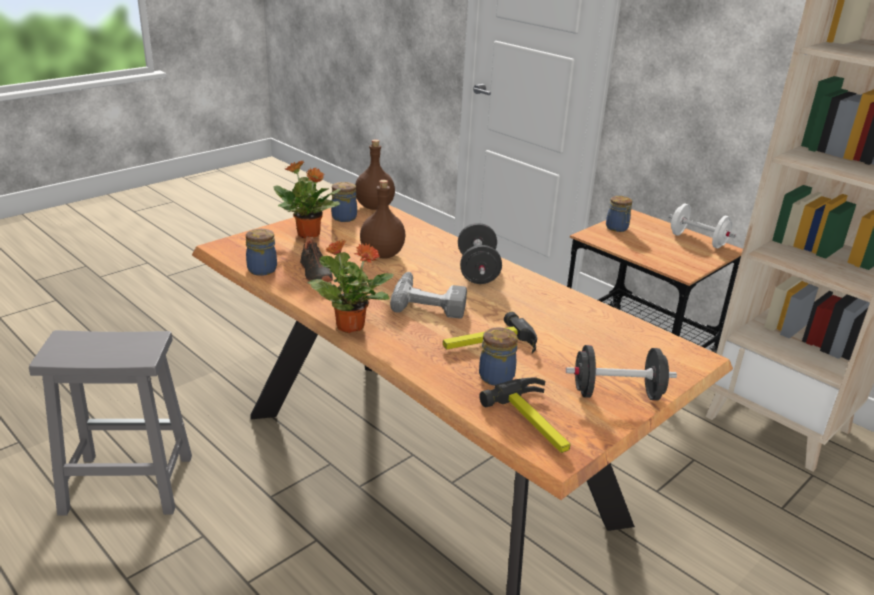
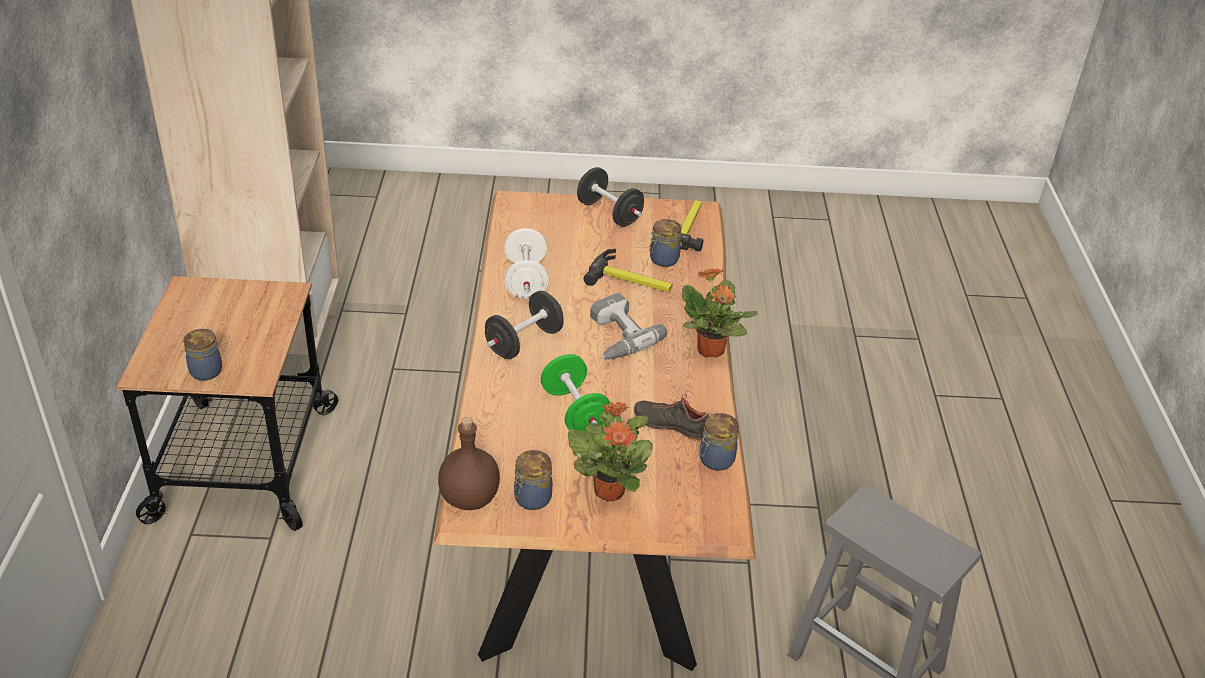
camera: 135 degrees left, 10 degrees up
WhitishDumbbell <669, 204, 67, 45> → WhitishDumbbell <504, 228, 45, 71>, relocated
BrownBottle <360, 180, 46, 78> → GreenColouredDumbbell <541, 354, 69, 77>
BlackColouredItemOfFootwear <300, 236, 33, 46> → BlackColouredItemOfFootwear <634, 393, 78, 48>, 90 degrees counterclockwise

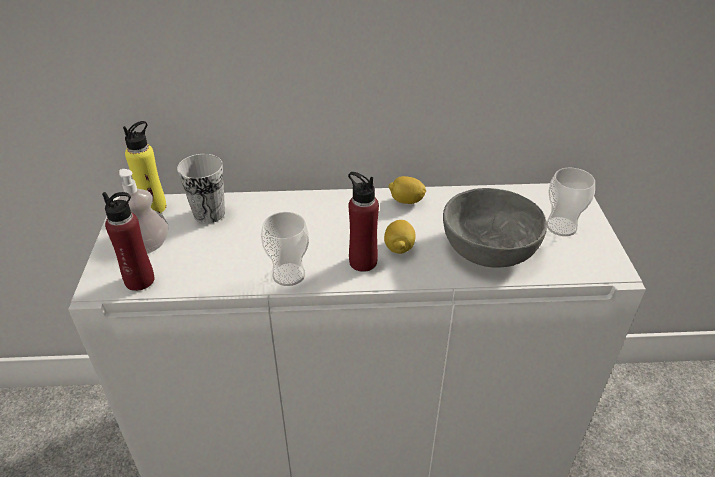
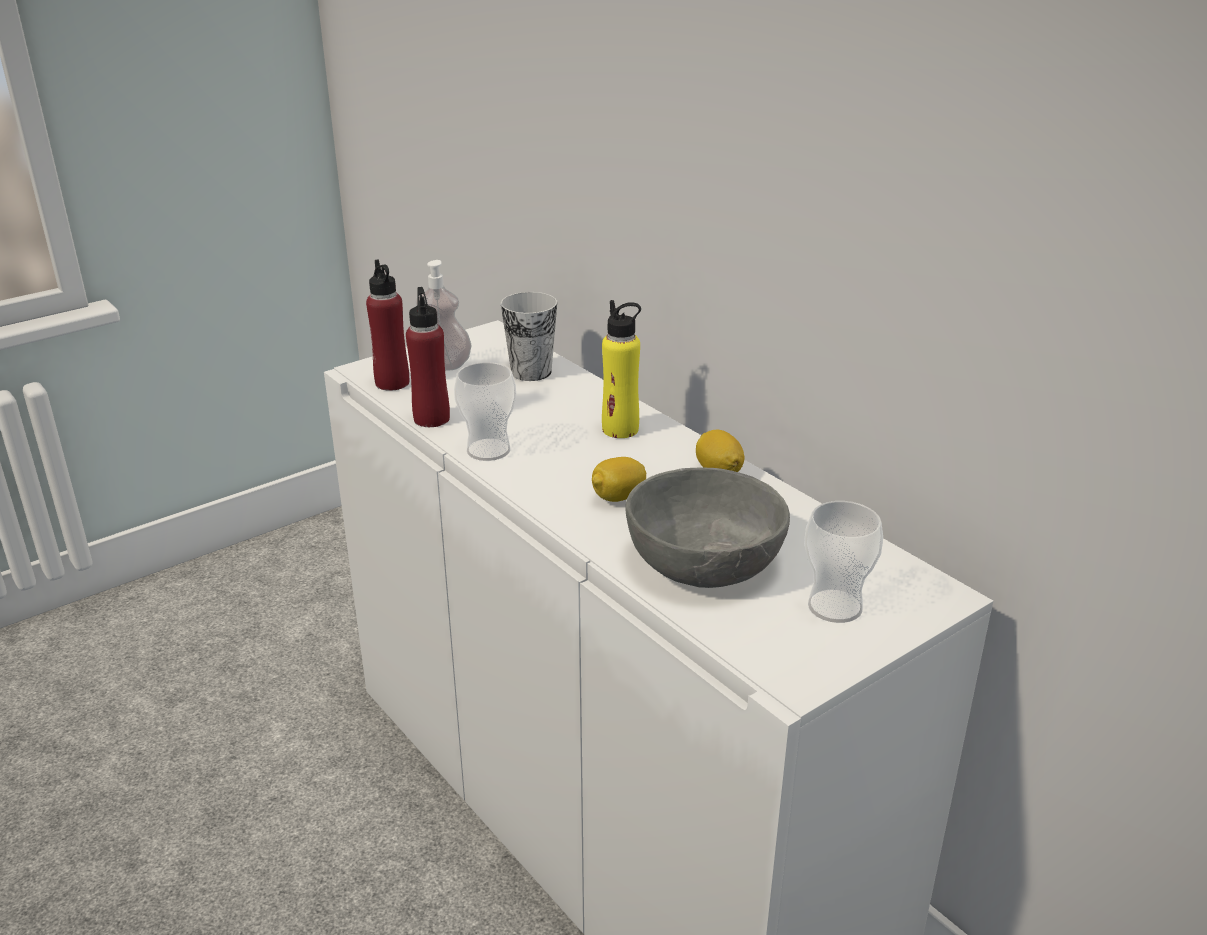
camera: 55 degrees right, 10 degrees down
RedColouredBottle <348, 172, 31, 100> → RedColouredBottle <406, 287, 44, 140>, relocated
YellowishBottle <123, 121, 43, 92> → YellowishBottle <602, 300, 39, 138>, relocated

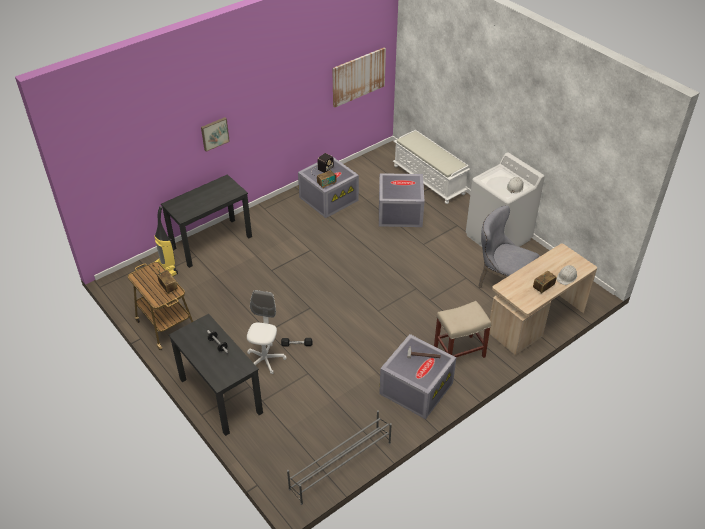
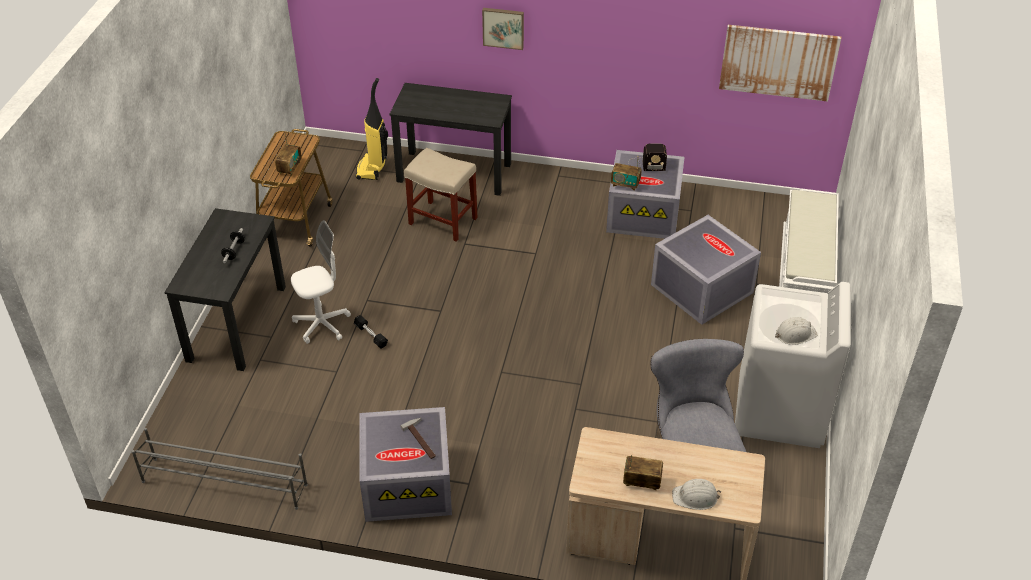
camera: 50 degrees right, 0 degrees up
BeigeColouredStoolSeat <434, 301, 57, 57> → BeigeColouredStoolSeat <404, 148, 74, 94>, relocated

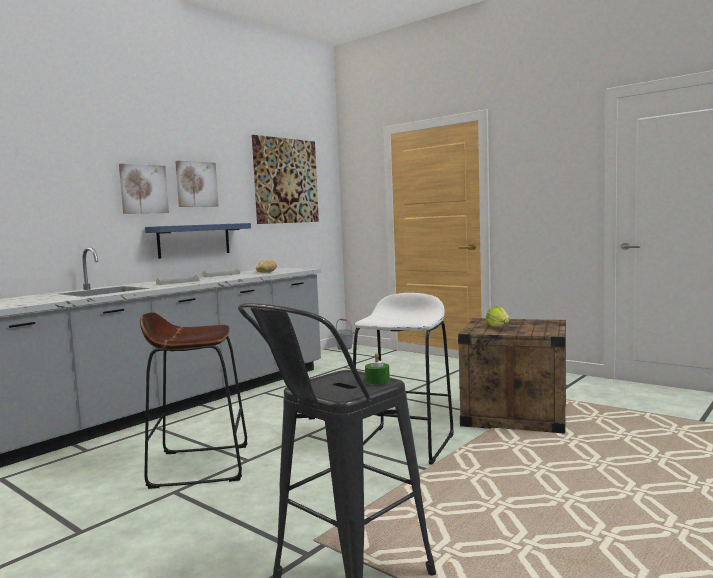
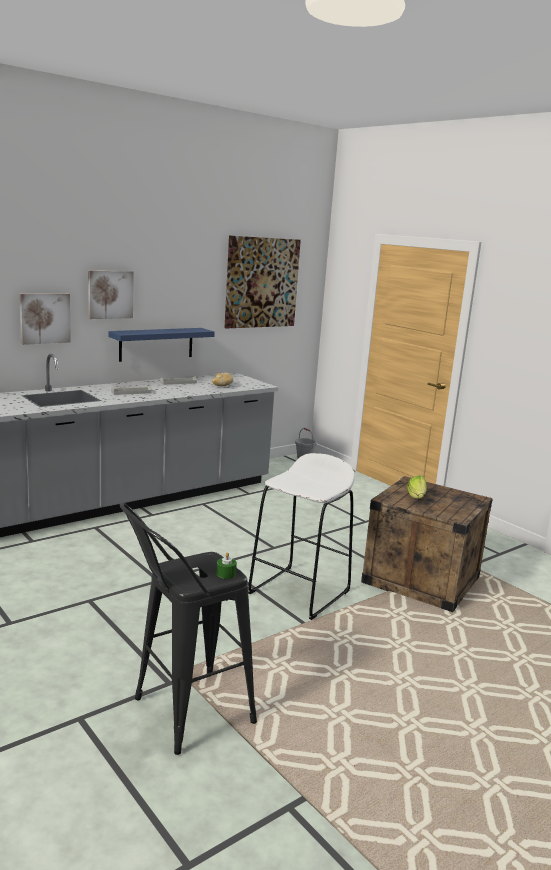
camera: 10 degrees right, 10 degrees up
WallPicture <175, 161, 43, 46> → WallPicture <19, 293, 52, 52>, relocated
BrownStoolSeat <140, 312, 108, 177> → -

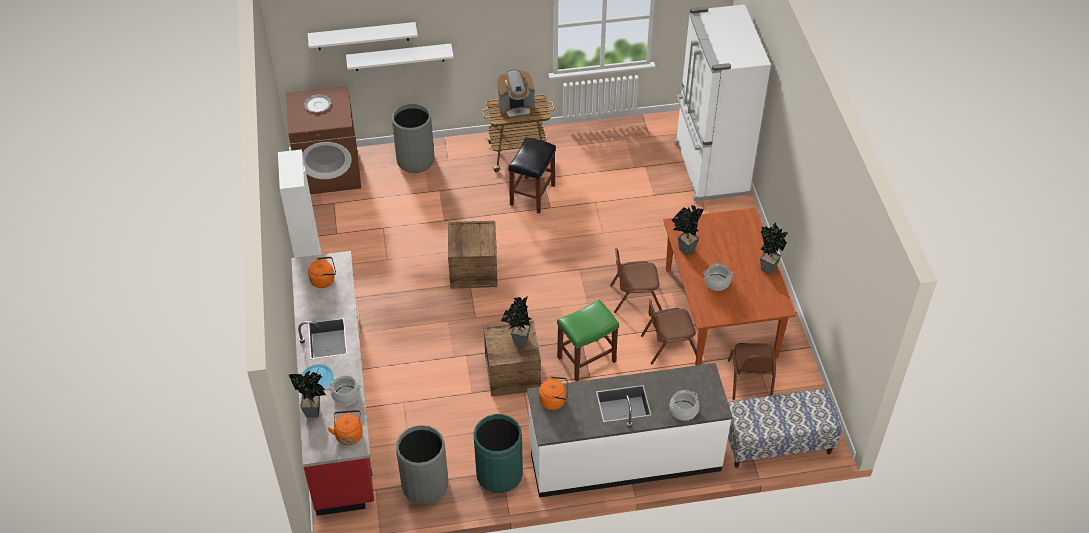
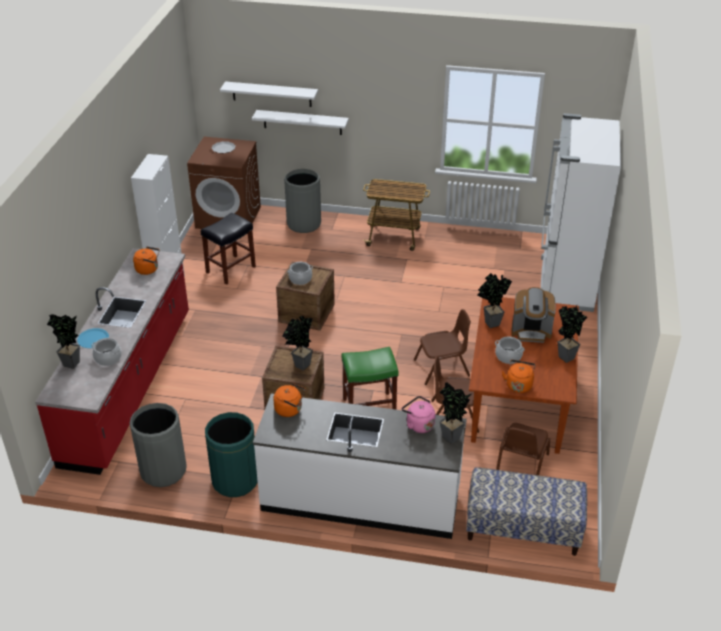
camera: 20 degrees right, 10 degrees down
BlackColouredStoolSeat <508, 137, 48, 77> → BlackColouredStoolSeat <201, 213, 55, 72>, relocated
Saucepot <670, 390, 29, 31> → Saucepot <287, 262, 26, 23>, relocated
- → PinkishKettle <402, 396, 33, 37>
BrownChair <610, 248, 52, 65> → BrownChair <414, 309, 57, 76>, 150 degrees clockwise
- → PottedPlant <439, 382, 33, 62>
OrangeKettle <327, 410, 36, 35> → OrangeKettle <502, 360, 34, 33>, relocated
CoffeeMaker <497, 70, 38, 50> → CoffeeMaker <512, 287, 44, 56>, relocated

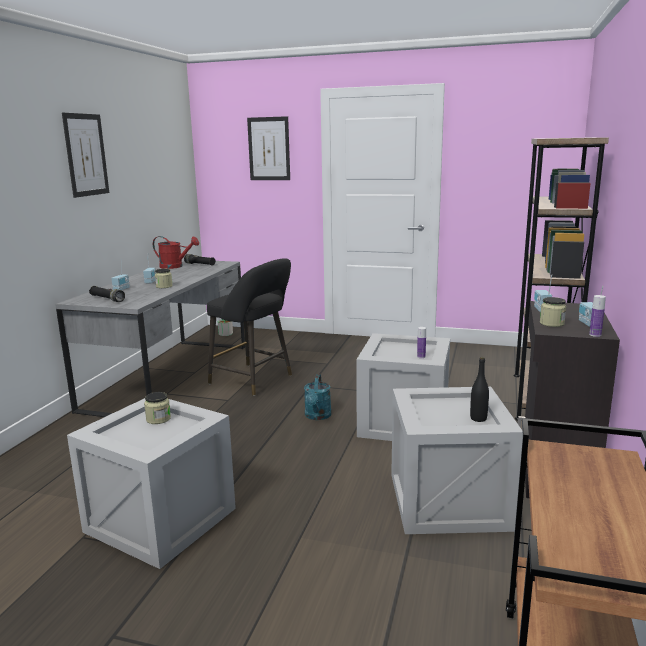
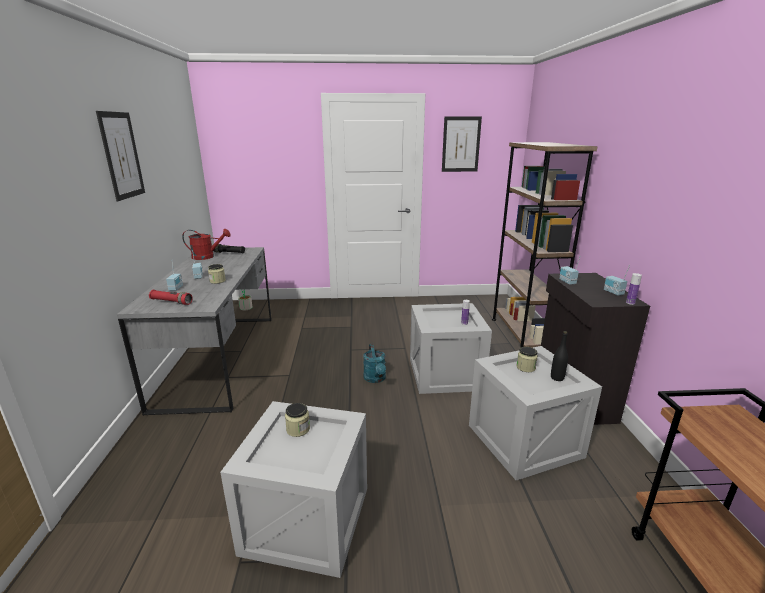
camera: 20 degrees left, 5 degrees up
BlackColouredTorch <89, 286, 36, 16> → RedColouredTorch <149, 290, 44, 15>
WallPicture <247, 116, 43, 64> → WallPicture <442, 116, 40, 56>, relocated
Jar <540, 297, 26, 30> → Jar <516, 347, 22, 25>, relocated
BlackColouredStoolSeat <207, 258, 85, 138> → -

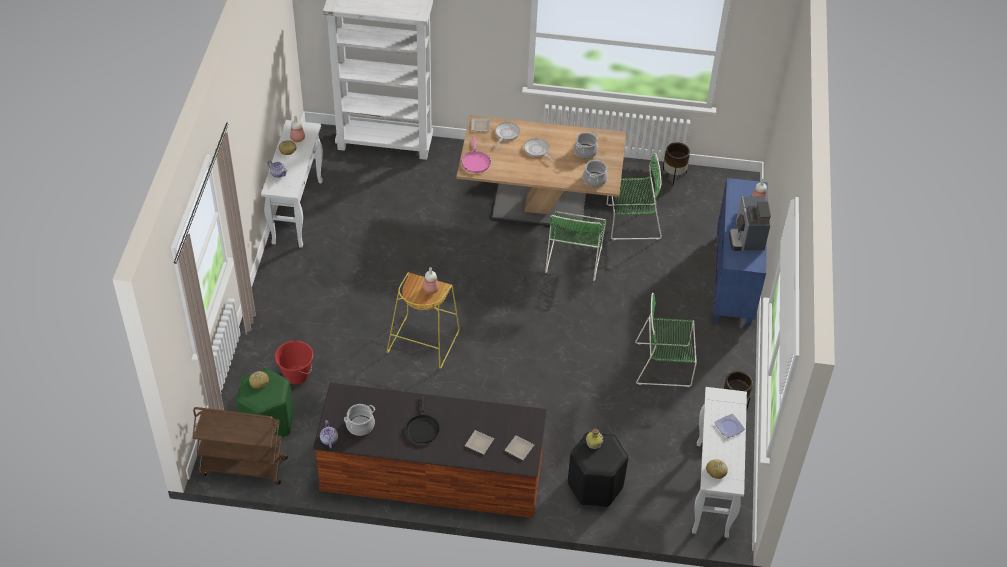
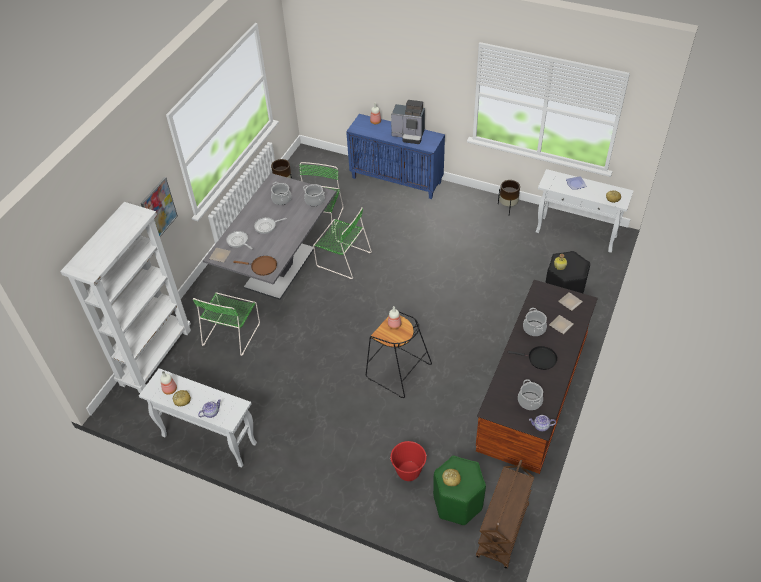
camera: 70 degrees left, 0 degrees up
- → WallPicture <141, 177, 37, 60>
GreenColouredChair <635, 293, 62, 94> → GreenColouredChair <193, 292, 67, 64>, relocated
BrownDiningTable <456, 115, 170, 114> → GreyishDiningTable <203, 173, 133, 127>
PinkishFryingPan <462, 137, 29, 36> → BrownFryingPan <233, 256, 44, 20>
YellowishStoolSeat <387, 272, 73, 97> → BlackColouredStoolSeat <366, 311, 66, 87>
- → Saucepot <523, 308, 24, 28>

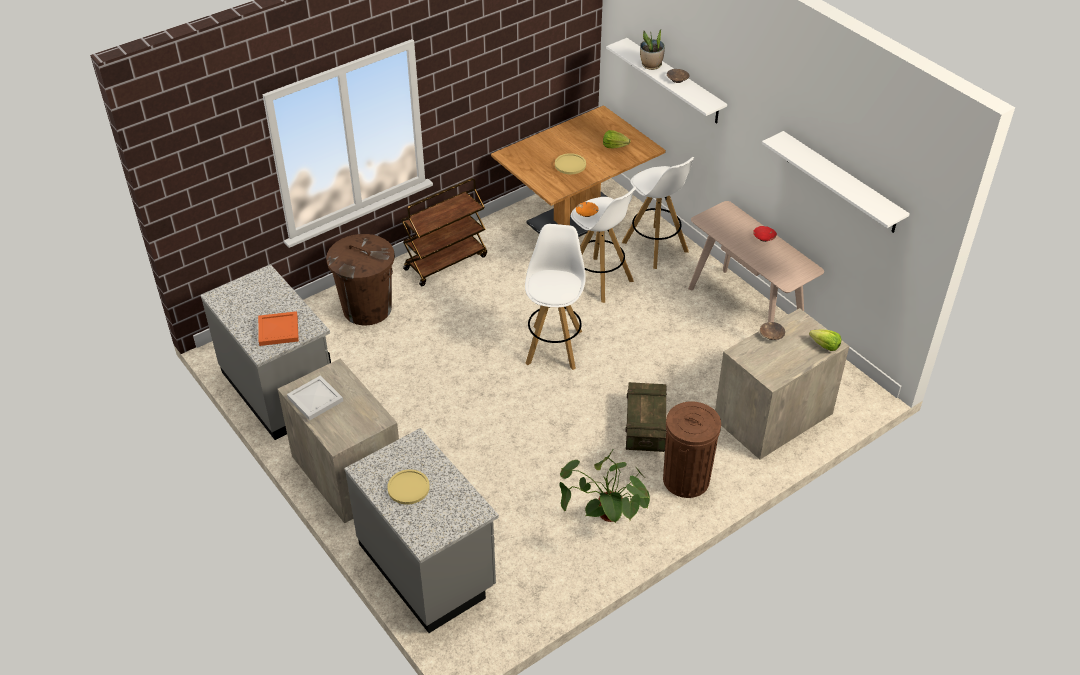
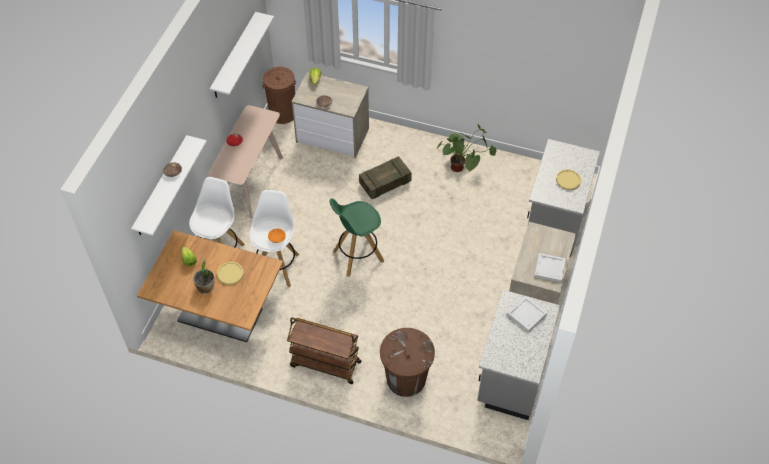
camera: 125 degrees left, 10 degrees up
PottedPlant <640, 29, 25, 41> → PottedPlant <193, 260, 21, 34>, relocated
BrownWasteBin <663, 401, 58, 97> → BrownWasteBin <263, 67, 33, 57>, relocated
WhitishStoolSeat <525, 224, 61, 146> → GreenColouredStoolSeat <330, 199, 54, 78>
OrangeCarryingTray <258, 311, 41, 35> → WhitishCarryingTray <507, 296, 40, 36>

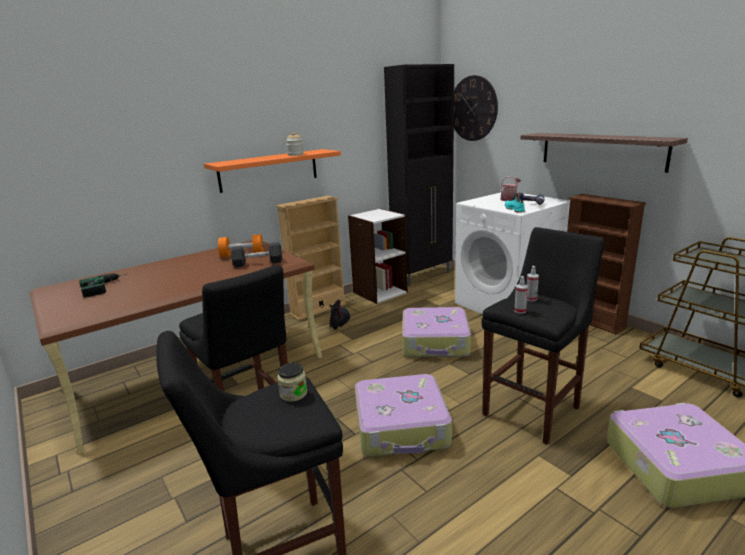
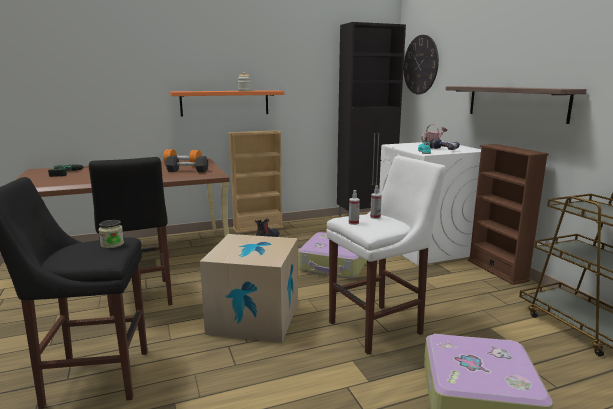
camera: 15 degrees right, 5 degrees down
TravelCase <355, 374, 97, 83> → CardboardBox <200, 234, 98, 109>
BlackColouredStoolSeat <481, 227, 123, 218> → WhitishStoolSeat <326, 156, 120, 199>
WhitishBookcase <348, 208, 60, 96> → -

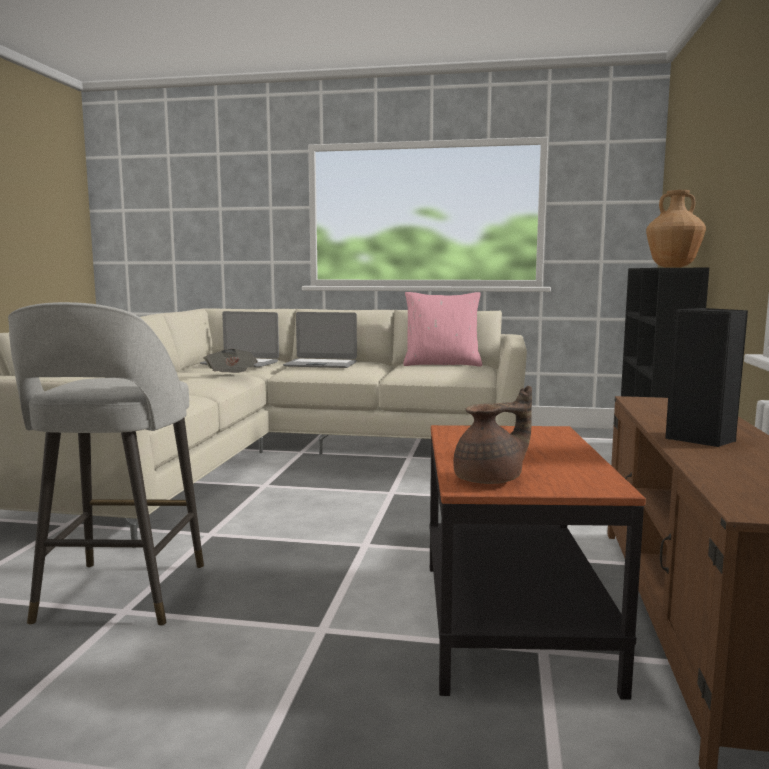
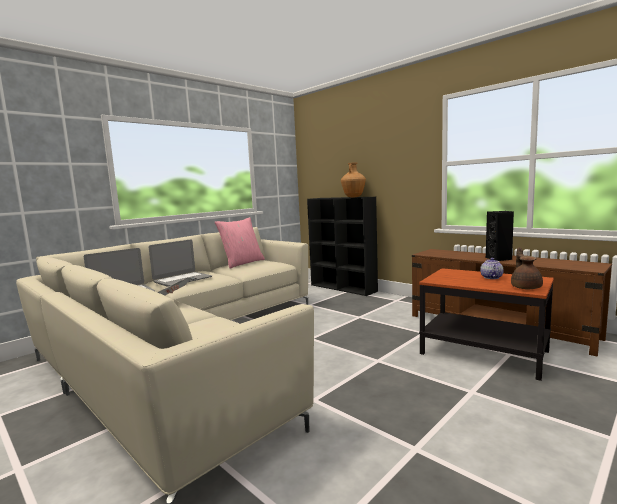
camera: 55 degrees left, 0 degrees up
- → PotForTea <480, 258, 24, 21>
GreyishStoolSeat <8, 302, 196, 324> → -

